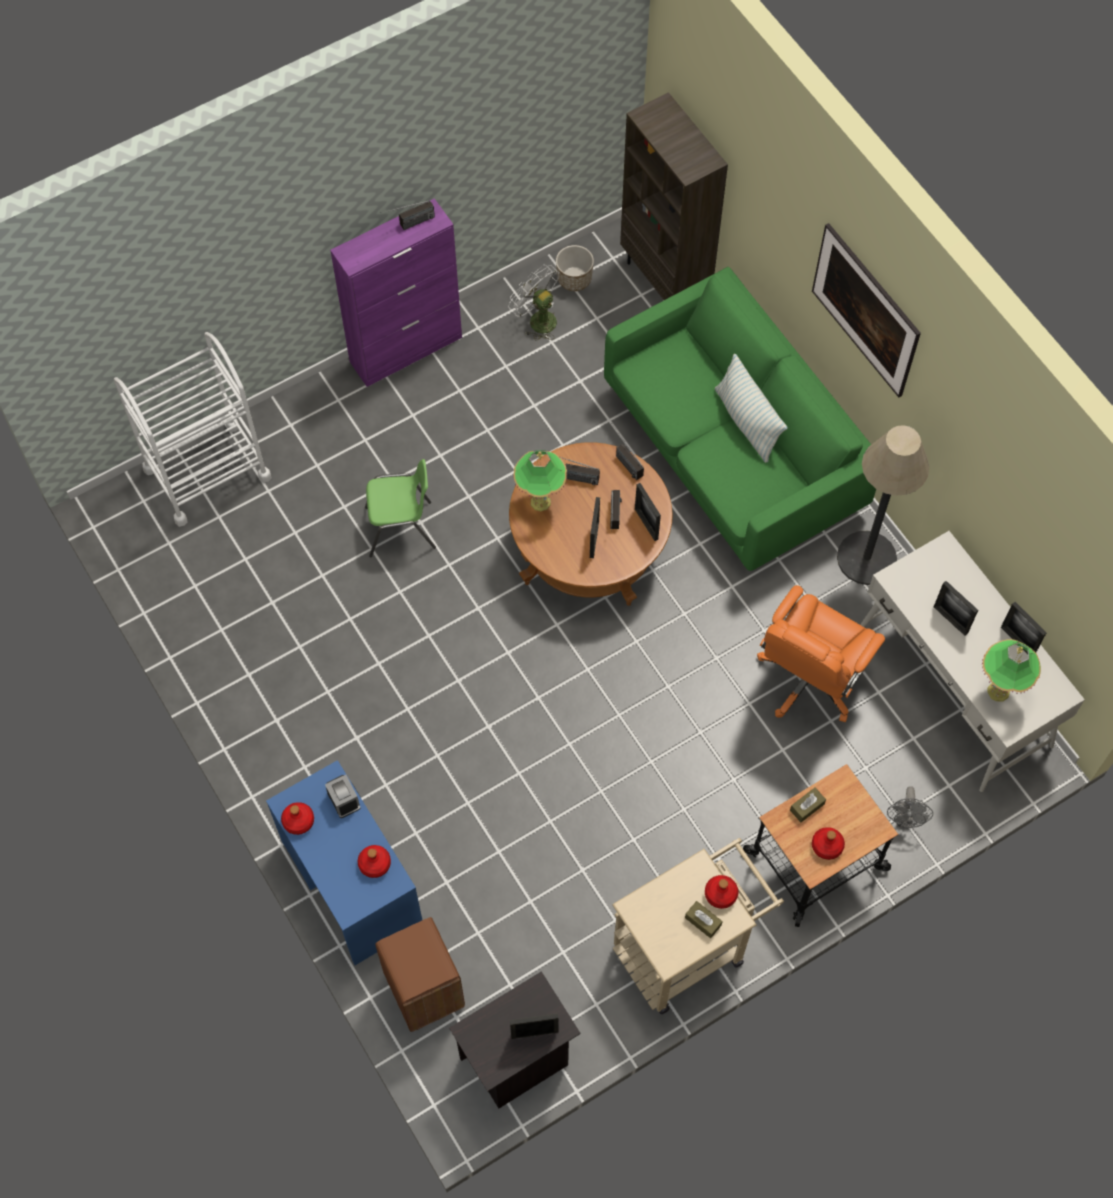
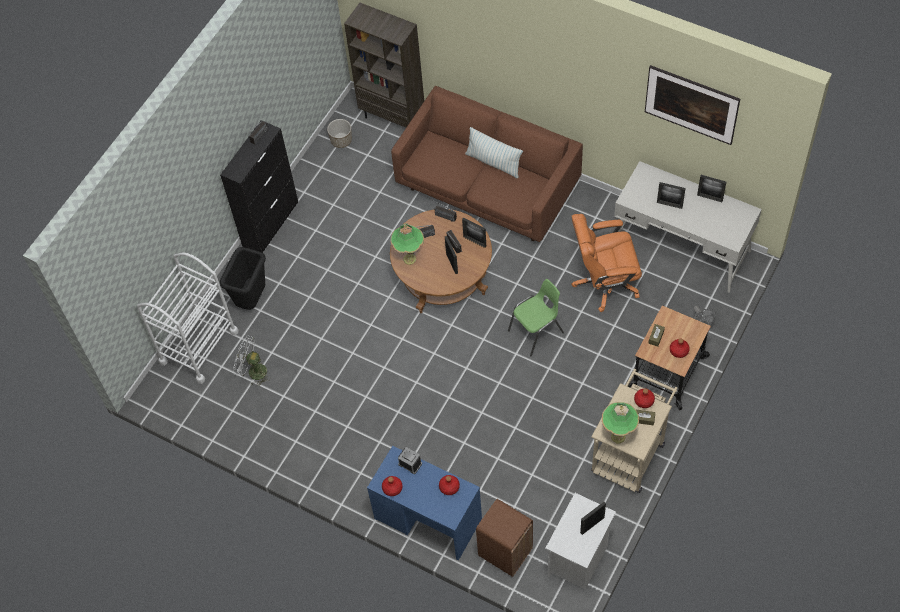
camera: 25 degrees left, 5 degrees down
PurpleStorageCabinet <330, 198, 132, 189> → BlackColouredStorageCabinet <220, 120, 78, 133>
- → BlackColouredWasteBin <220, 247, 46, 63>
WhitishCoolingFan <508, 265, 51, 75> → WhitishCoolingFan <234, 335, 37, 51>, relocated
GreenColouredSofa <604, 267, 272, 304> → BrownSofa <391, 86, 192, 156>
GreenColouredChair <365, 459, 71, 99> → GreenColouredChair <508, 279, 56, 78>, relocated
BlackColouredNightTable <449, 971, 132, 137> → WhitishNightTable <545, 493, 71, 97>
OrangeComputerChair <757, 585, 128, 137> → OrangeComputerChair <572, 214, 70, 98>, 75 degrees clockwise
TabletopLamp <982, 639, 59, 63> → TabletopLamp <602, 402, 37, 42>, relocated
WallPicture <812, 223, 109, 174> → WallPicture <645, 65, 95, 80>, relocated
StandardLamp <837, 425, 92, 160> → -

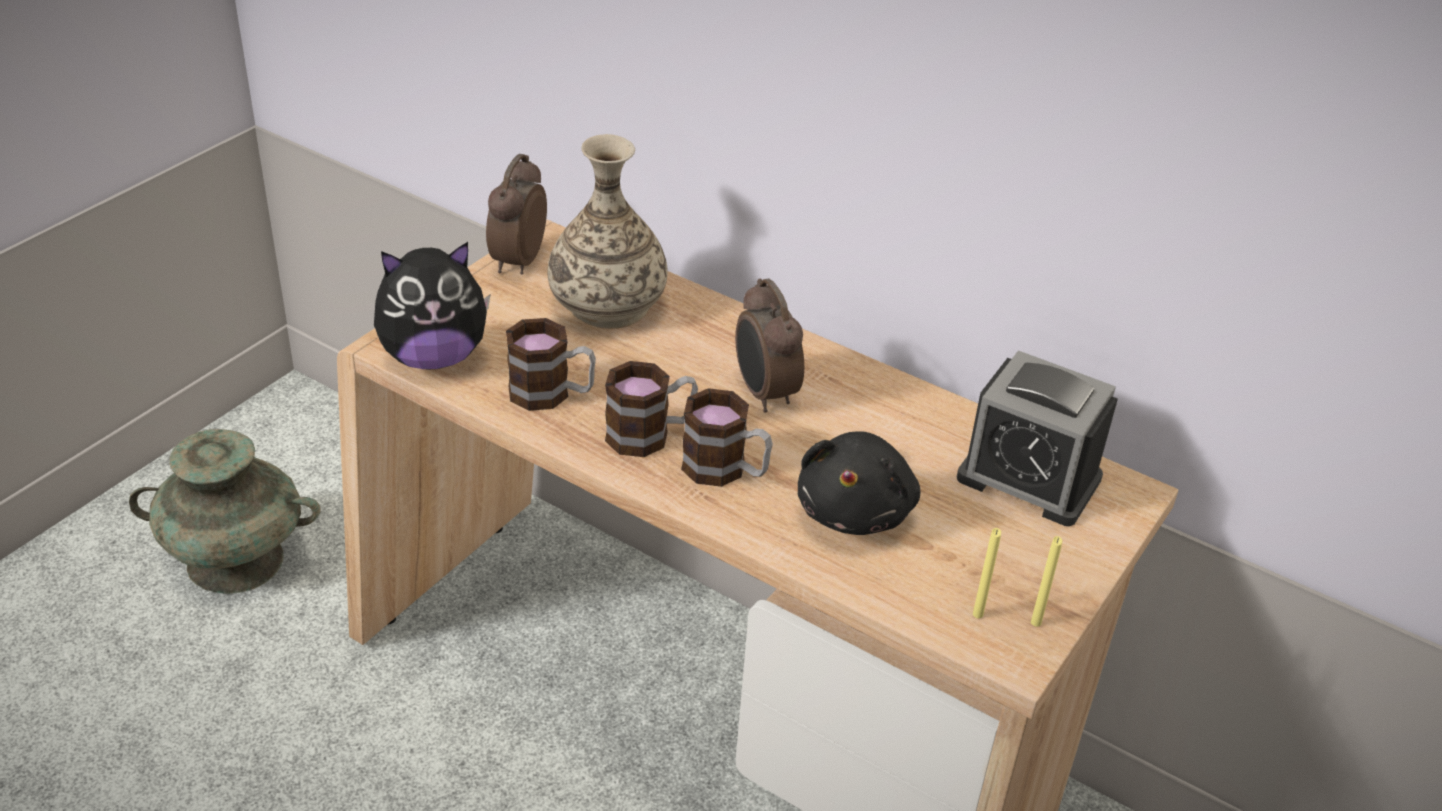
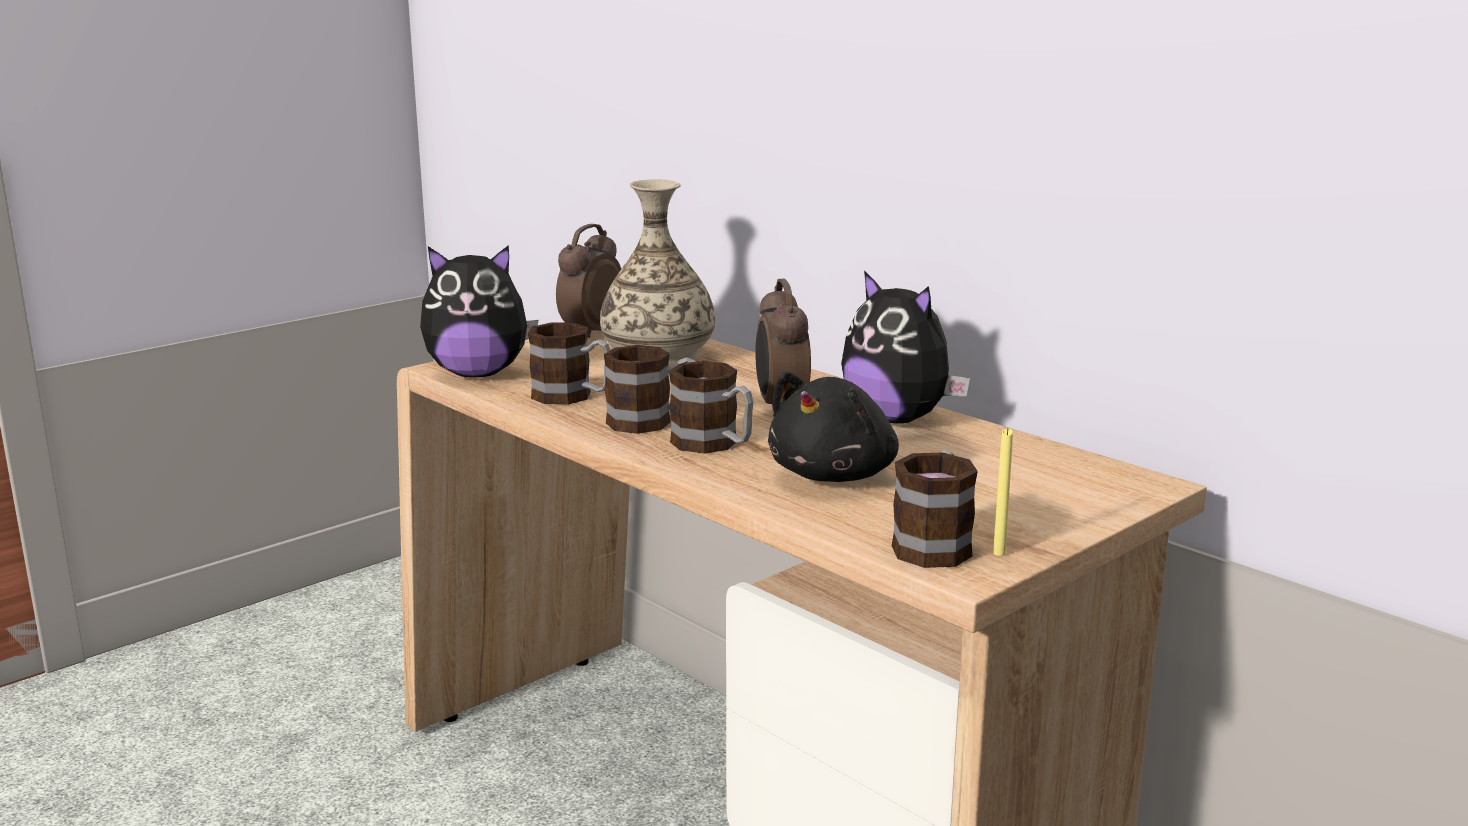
camera: 15 degrees right, 20 degrees down
- → PlushToy <841, 270, 129, 154>
YellowishCandle <973, 528, 28, 90> → Mug <892, 451, 86, 117>
BlueGreenFlowerVase <129, 429, 192, 165> → -
BedsideClock <957, 350, 161, 176> → -

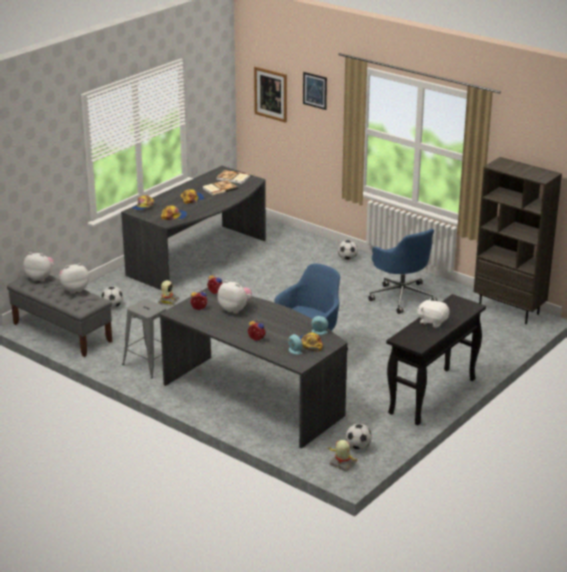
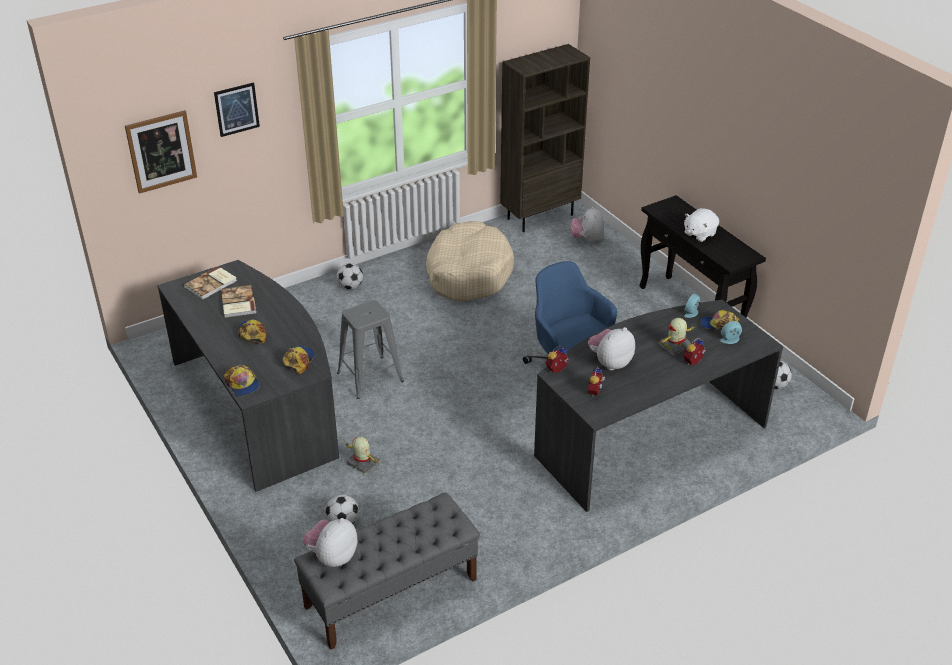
camera: 70 degrees left, 10 degrees up
GreyishStoolSeat <122, 299, 44, 80> → GreyishStoolSeat <337, 300, 67, 99>, relocated
BlueComputerChair <368, 229, 69, 85> → BeigeColouredPetBed <426, 221, 88, 81>
PlushToy <59, 263, 30, 31> → PlushToy <570, 207, 34, 36>, relocated
RobotFigure <327, 440, 30, 31> → RobotFigure <658, 318, 37, 38>, relocated

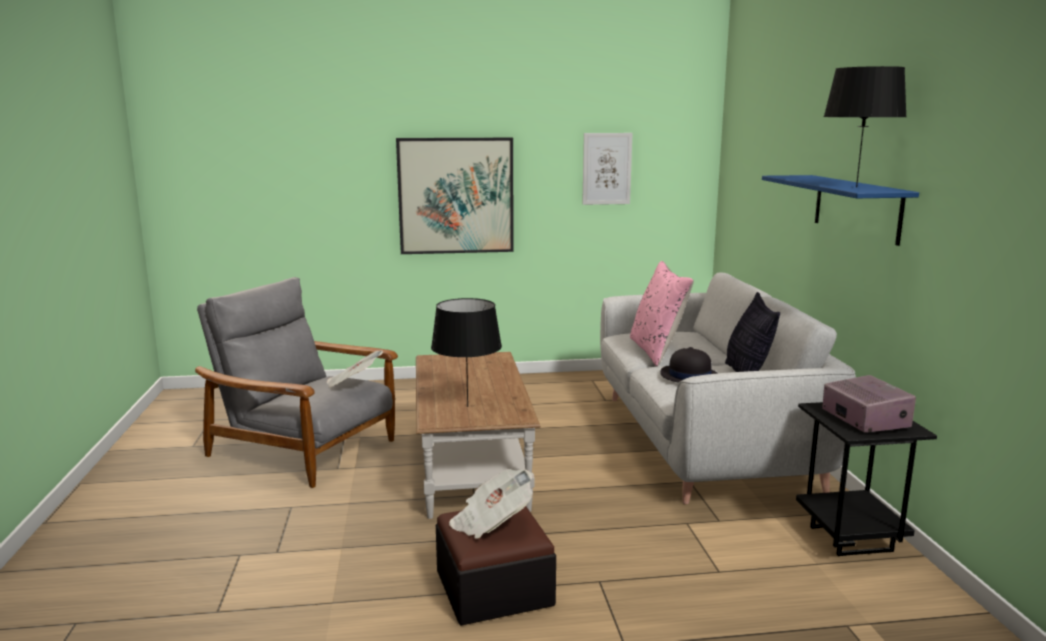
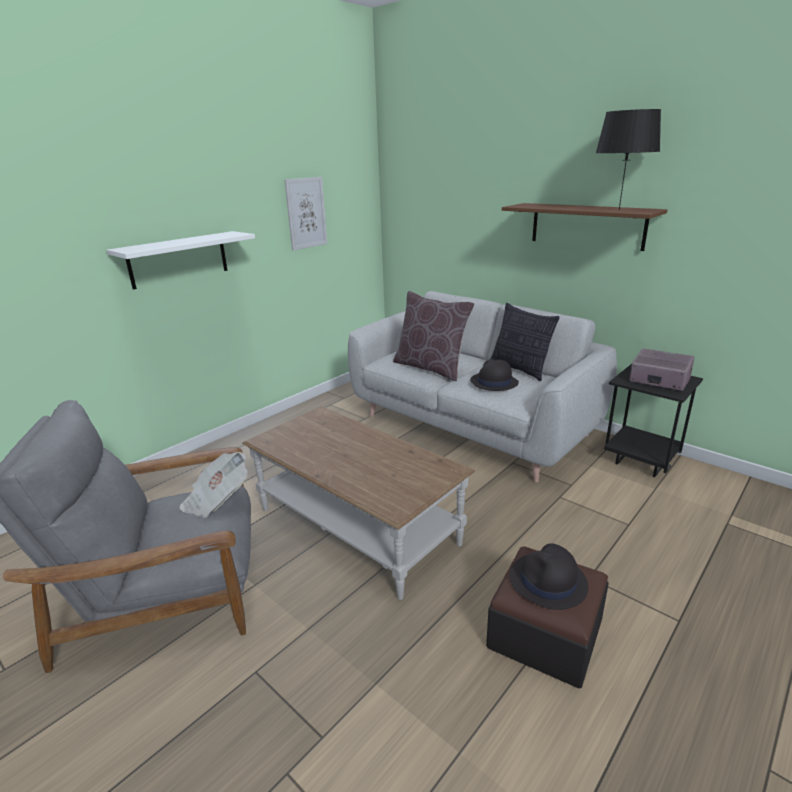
camera: 40 degrees left, 10 degrees up
WallPicture <396, 138, 118, 116> → WhitishWallShelf <106, 231, 149, 59>
PinkishThrowPillow <630, 261, 64, 105> → BrownThrowPillow <393, 291, 81, 90>
BlueWallShelf <762, 175, 157, 71> → BrownWallShelf <502, 203, 165, 48>
DailyPaper <449, 469, 84, 70> → BlackColouredClothingHat <509, 543, 79, 67>
BlackColouredTabletopLamp <431, 298, 71, 109> → -

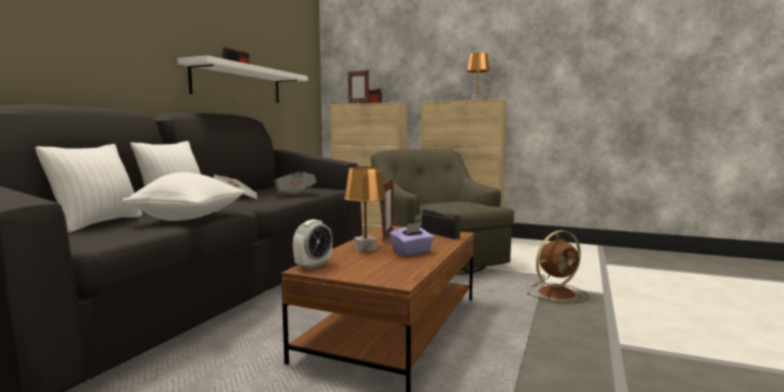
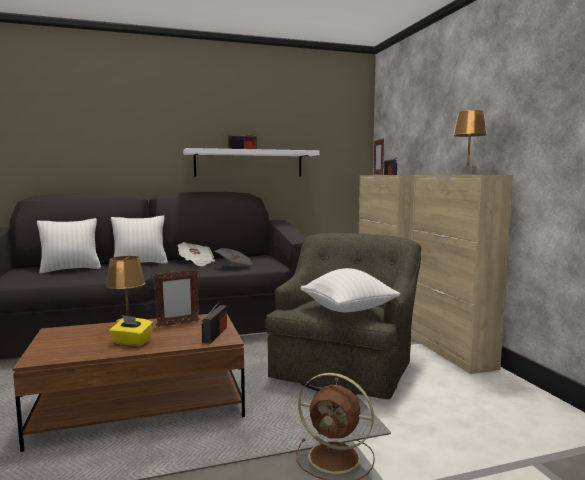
camera: 50 degrees right, 0 degrees up
PurpleBoxOfTissues <389, 222, 45, 34> → YellowishBoxOfTissues <109, 315, 44, 31>
WhitishThrowPillow <122, 172, 123, 49> → WhitishThrowPillow <300, 268, 100, 44>, relocated
BedsideClock <293, 219, 39, 50> → -

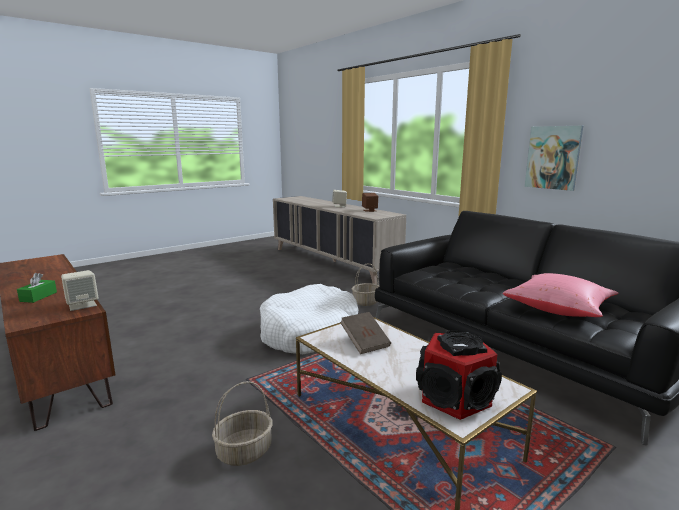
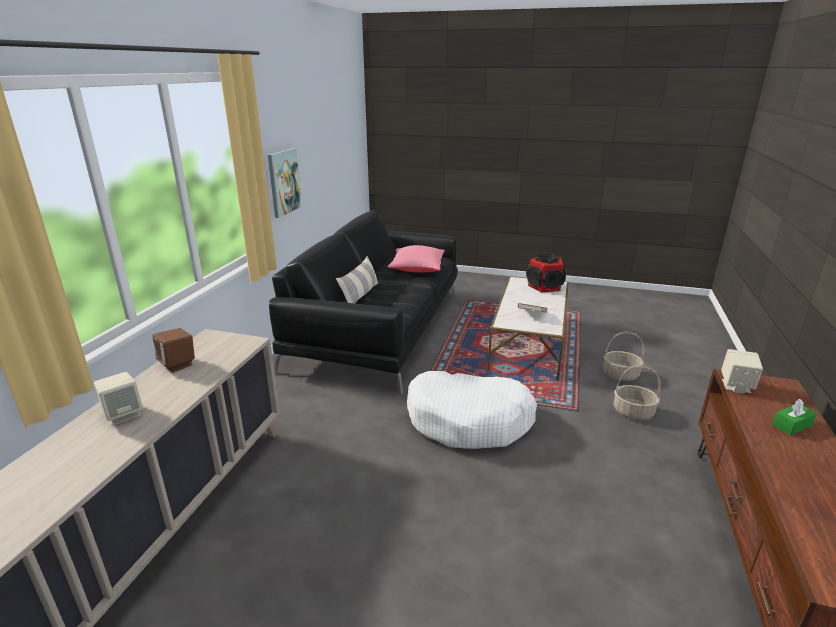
camera: 125 degrees left, 10 degrees up
- → ThrowPillow <336, 256, 42, 48>
StorageBasket <352, 263, 27, 43> → StorageBasket <614, 365, 47, 55>, relocated

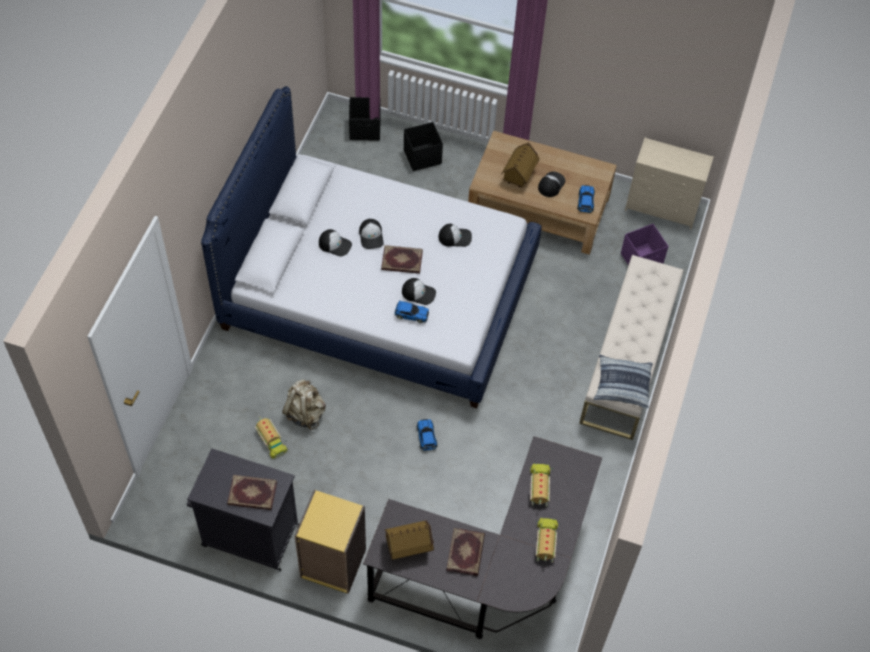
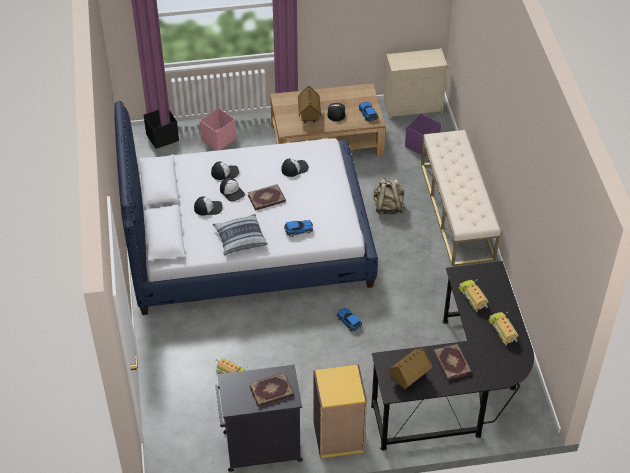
camera: 25 degrees left, 10 degrees down
BlackColouredStorageContainer <404, 122, 39, 49> → PinkishStorageContainer <200, 108, 36, 43>
BaseballCap <402, 278, 34, 27> → BaseballCap <211, 161, 28, 19>, relocated
ThrowPillow <594, 354, 59, 54> → ThrowPillow <213, 214, 55, 41>, relocated
BeigeColouredBackpack <282, 379, 44, 51> → BeigeColouredBackpack <373, 178, 32, 37>, relocated

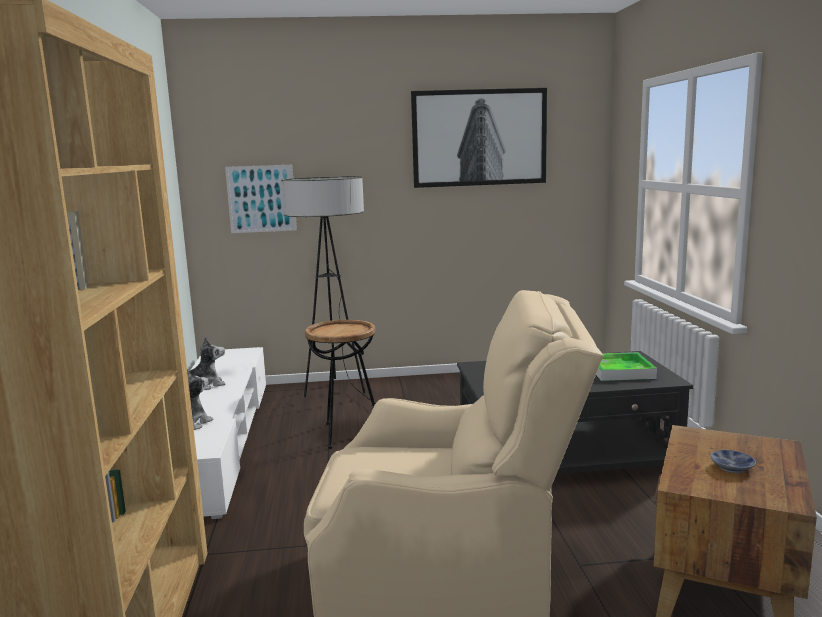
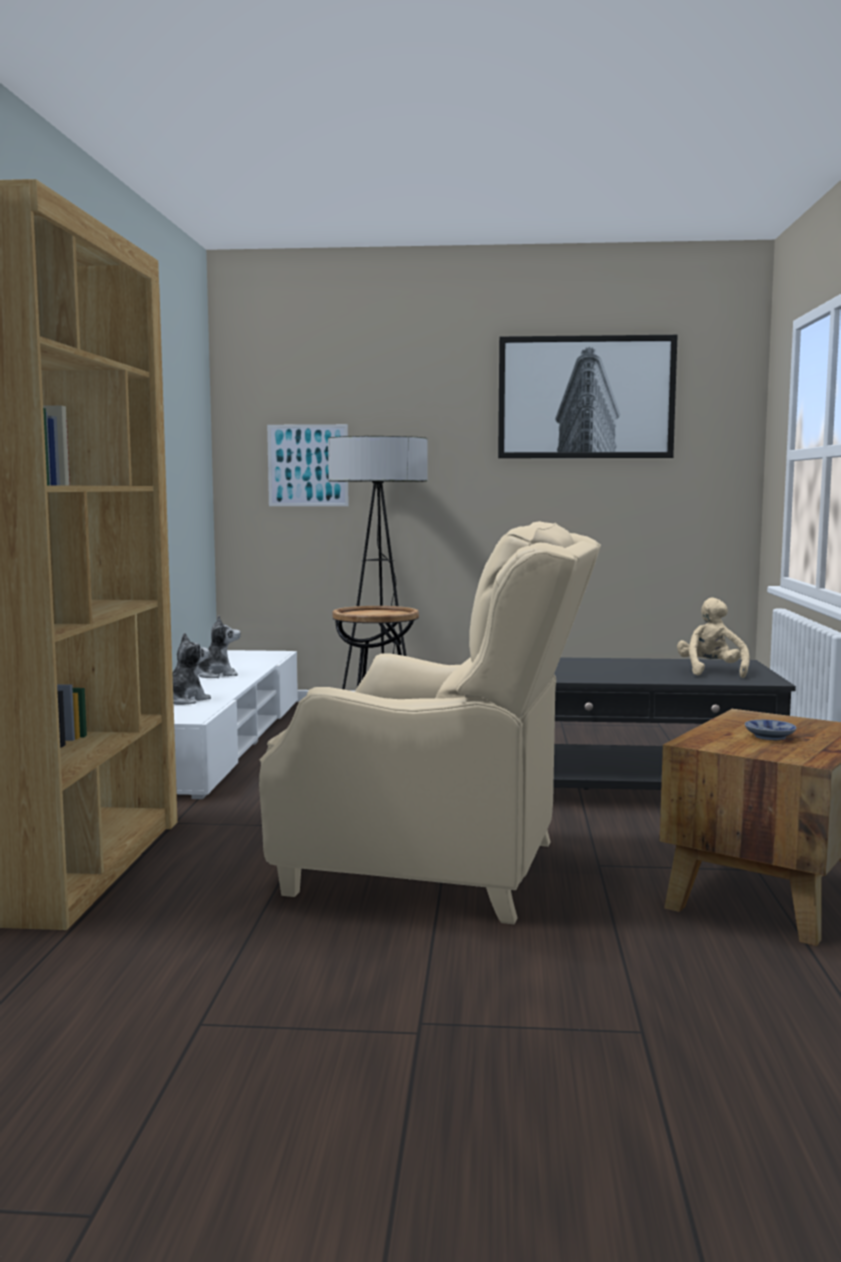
camera: 10 degrees right, 5 degrees down
CarryingTray <596, 352, 61, 29> → BeigeColouredPlushToy <677, 597, 73, 81>

